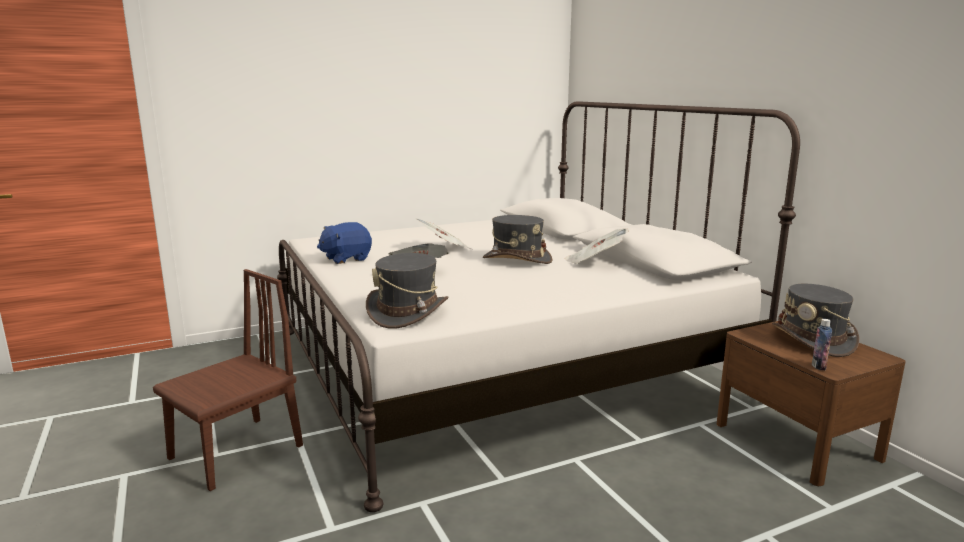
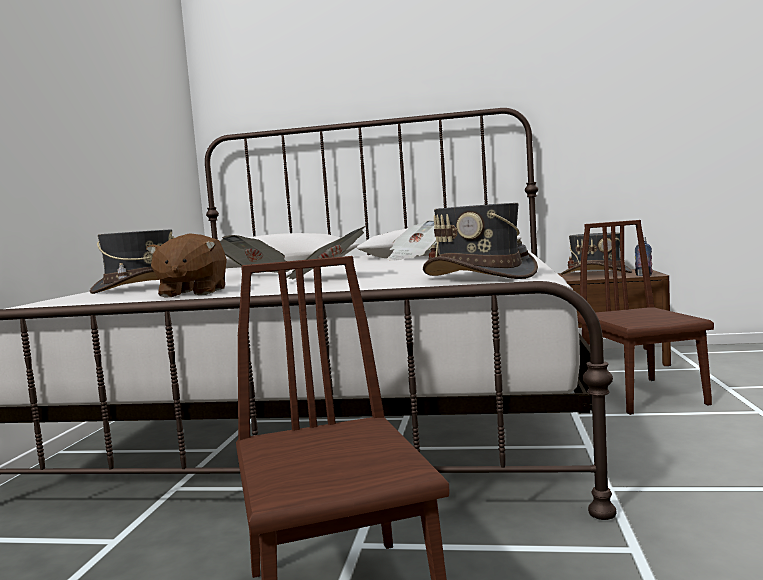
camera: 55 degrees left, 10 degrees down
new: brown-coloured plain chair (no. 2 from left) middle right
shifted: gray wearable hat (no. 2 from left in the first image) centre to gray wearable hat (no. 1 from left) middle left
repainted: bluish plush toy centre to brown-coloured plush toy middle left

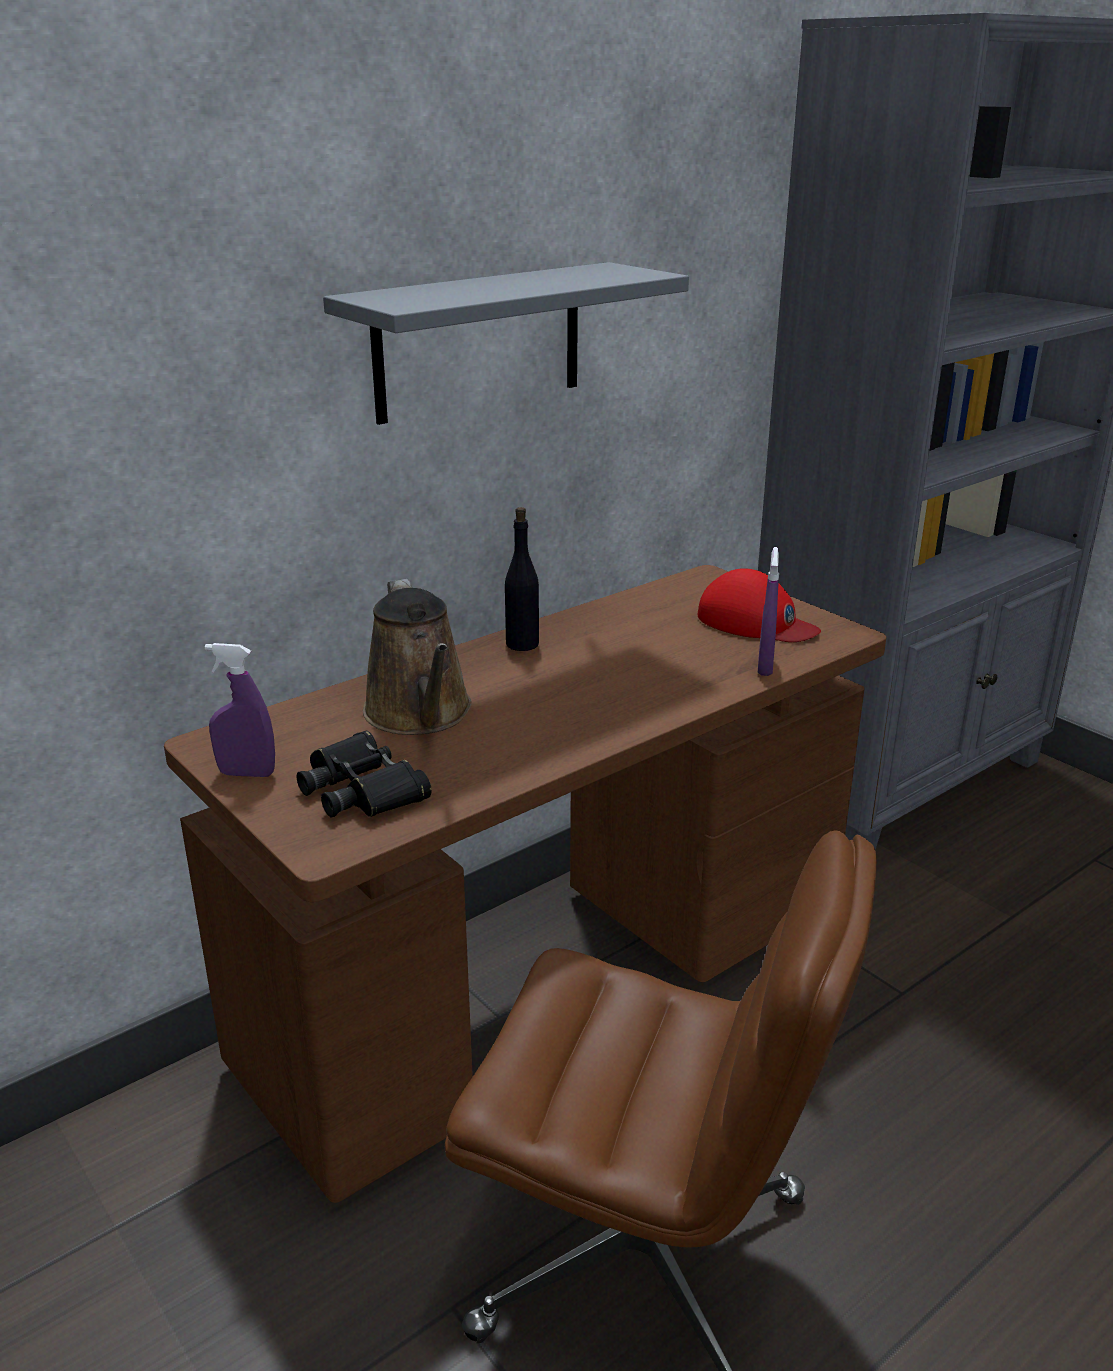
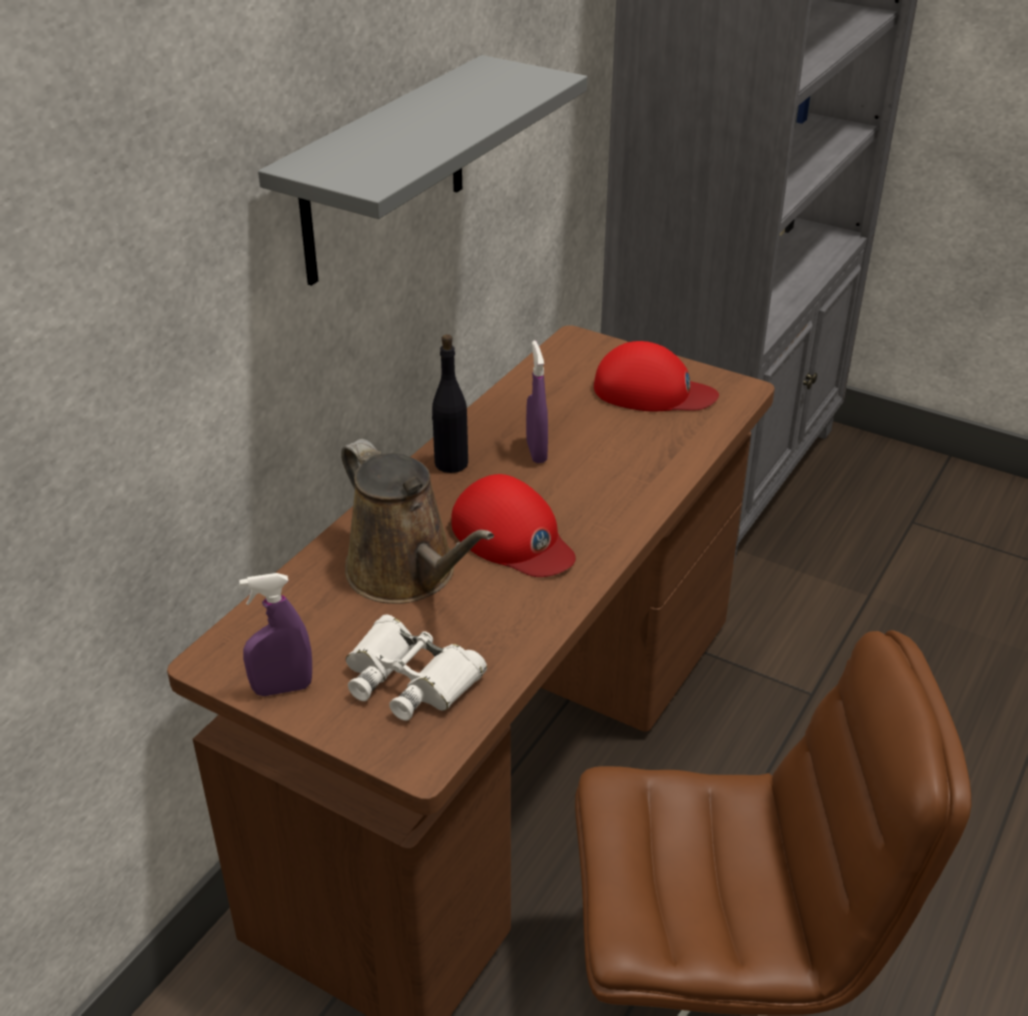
camera: 20 degrees left, 10 degrees up
new: red cap (no. 1 from left) centre
shifted: purplish hand sprayer (no. 2 from left) middle right to centre
repainted: black-coloured pair of binoculars middle left to white pair of binoculars centre

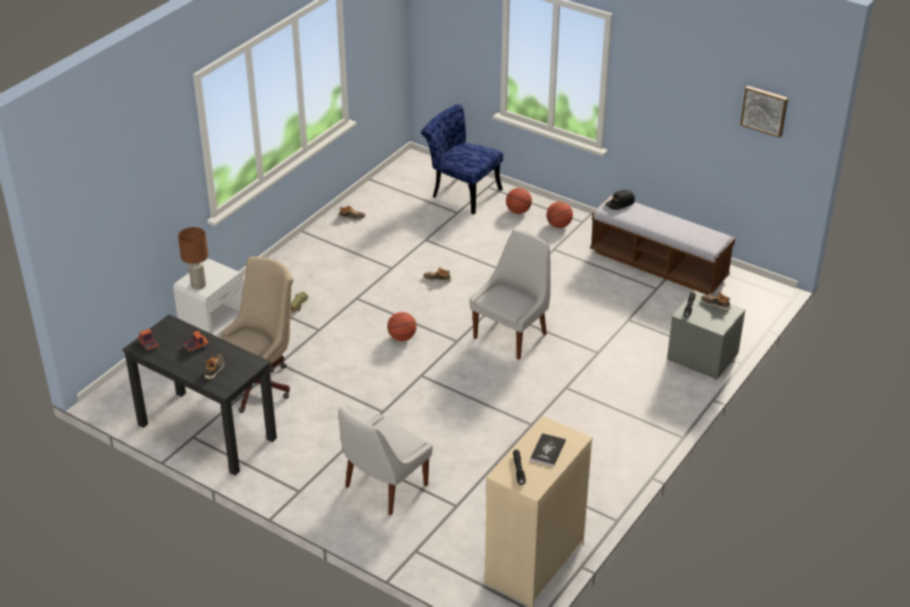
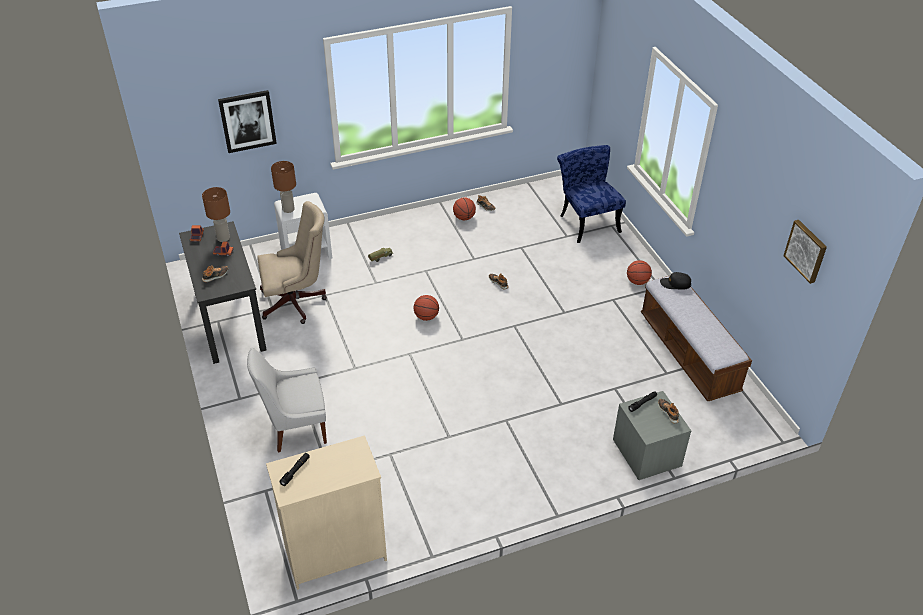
camera: 35 degrees right, 5 degrees up
gone: white plain chair (no. 2 from left) centre; bound book bottom centre
new: brown-coloured table lamp (no. 1 from left) middle left; wall picture (no. 1 from left) top left
shifted: basketball (no. 2 from left) top centre to centre

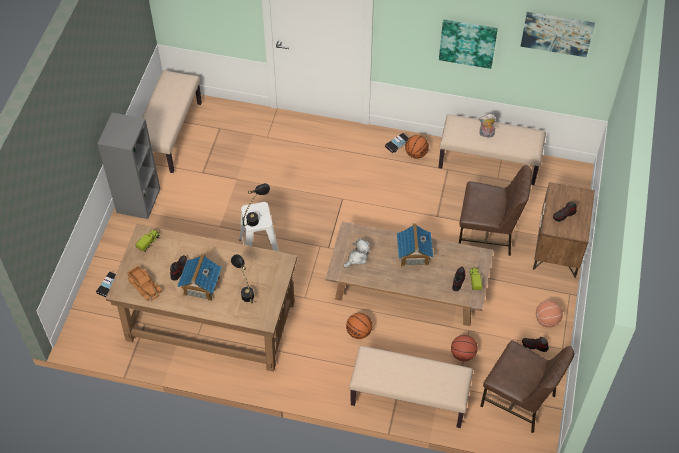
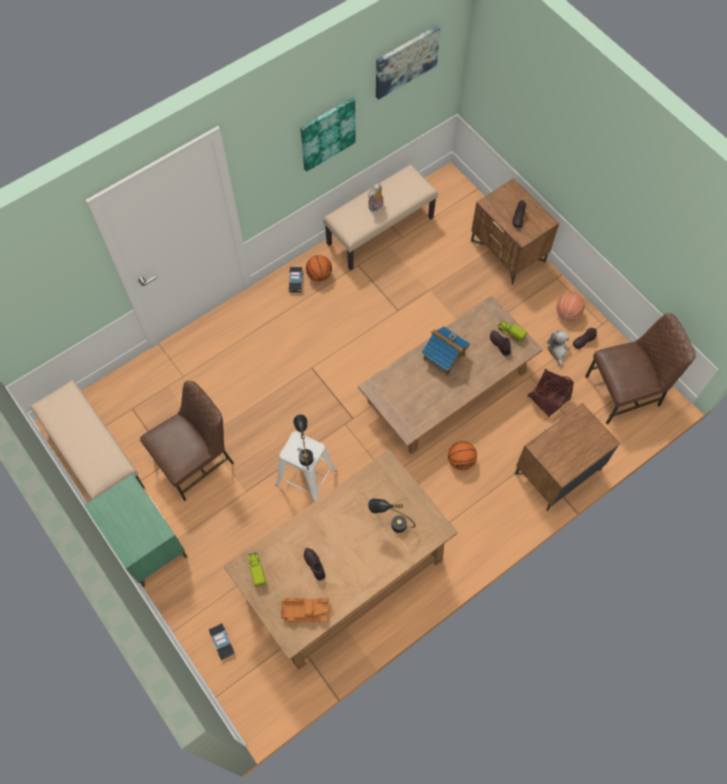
camera: 50 degrees left, 10 degrees up
gone: model house (no. 1 from left) middle left
shifted: brown-coloured plain chair (no. 1 from left) middle right to middle left; plush toy (no. 1 from left in the first image) centre to plush toy (no. 2 from left) middle right
swapped: gray bookcase middle left to greenish bedside table bottom left; beige long seat (no. 2 from left) bottom centre to brown-coloured bedside table (no. 2 from left) middle right; basketball (no. 3 from left) bottom right to household basket middle right

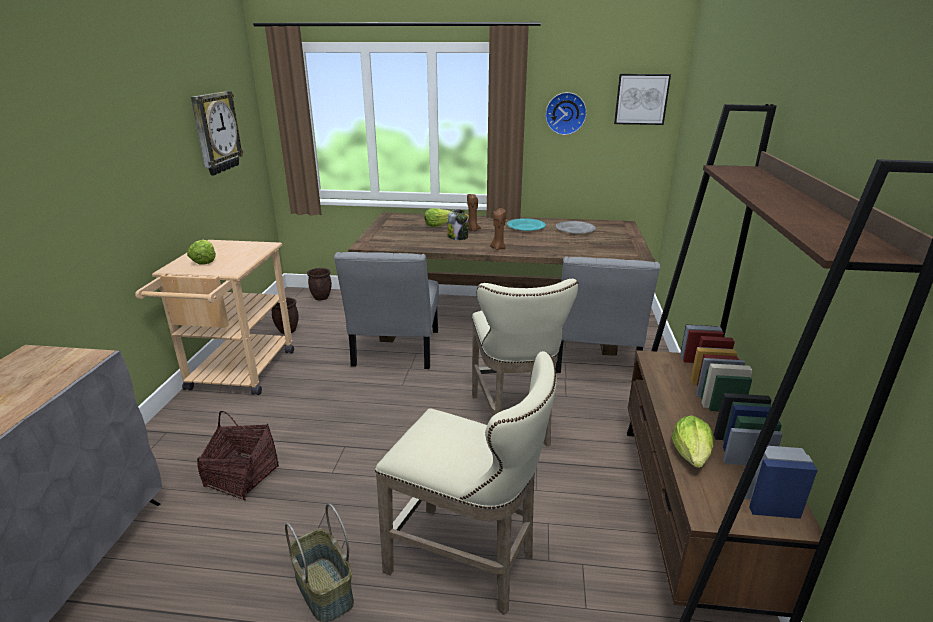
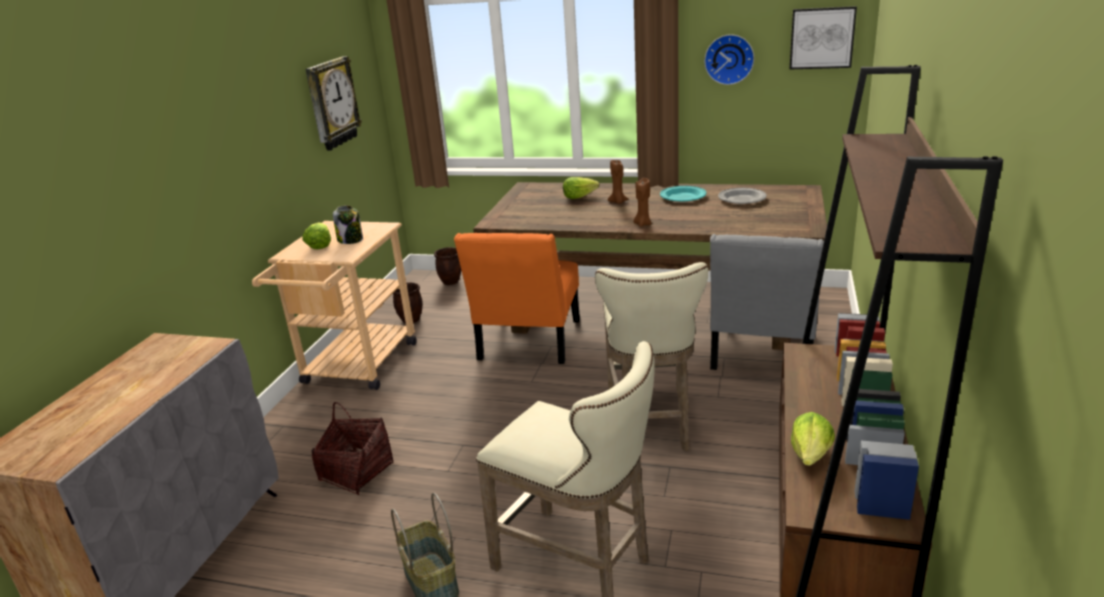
camera: 10 degrees right, 0 degrees up
shifted: preserve jar centre to middle left
repainted: gray plain chair (no. 1 from left) centre to orangey plain chair centre

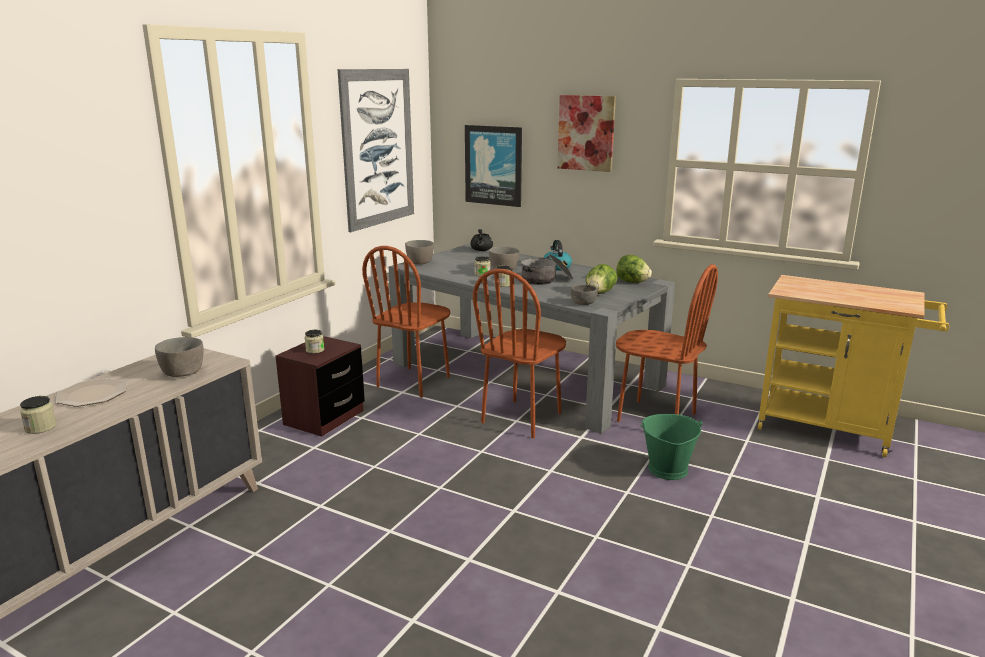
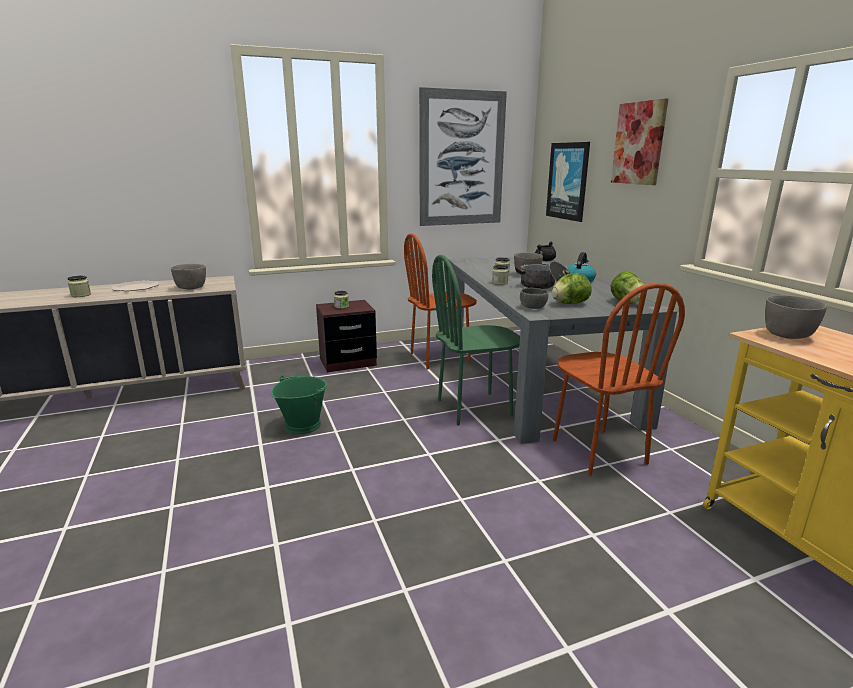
camera: 40 degrees right, 0 degrees up
shifted: greenish pail bottom right to centre; gray serving bowl (no. 2 from left in the first image) centre to gray serving bowl (no. 4 from left) middle right
repainted: brown-coloured plain chair (no. 2 from left) centre to greenish plain chair centre

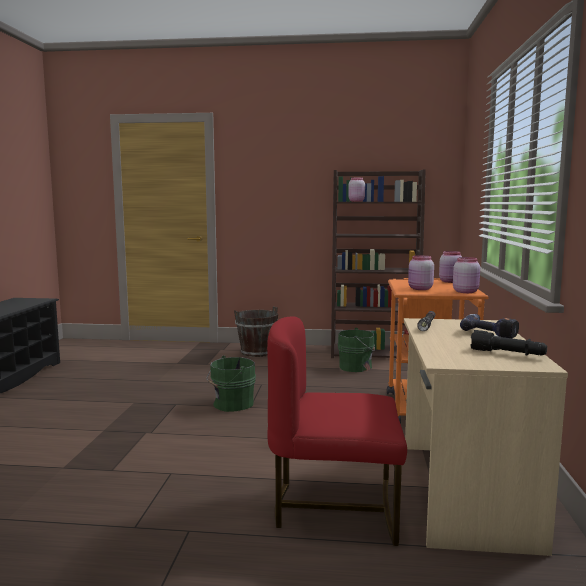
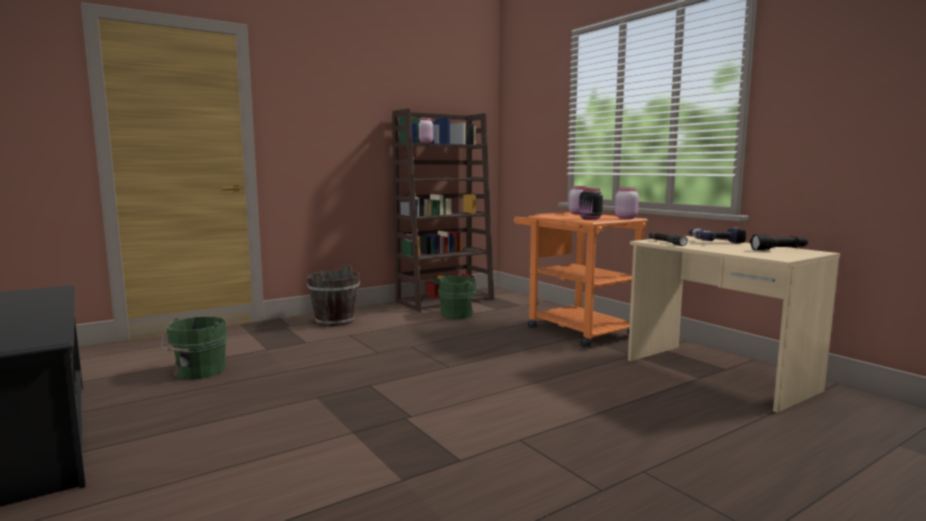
camera: 40 degrees left, 0 degrees up
gone: red plain chair bottom centre
shifted: greenish pail (no. 1 from left) centre to bottom left
repainted: pink preserve jar (no. 2 from left) middle right to black-coloured preserve jar centre

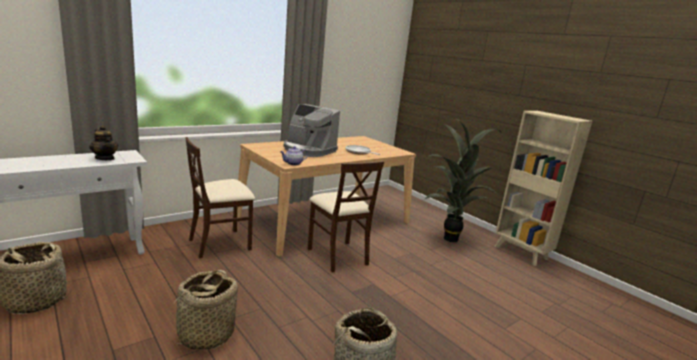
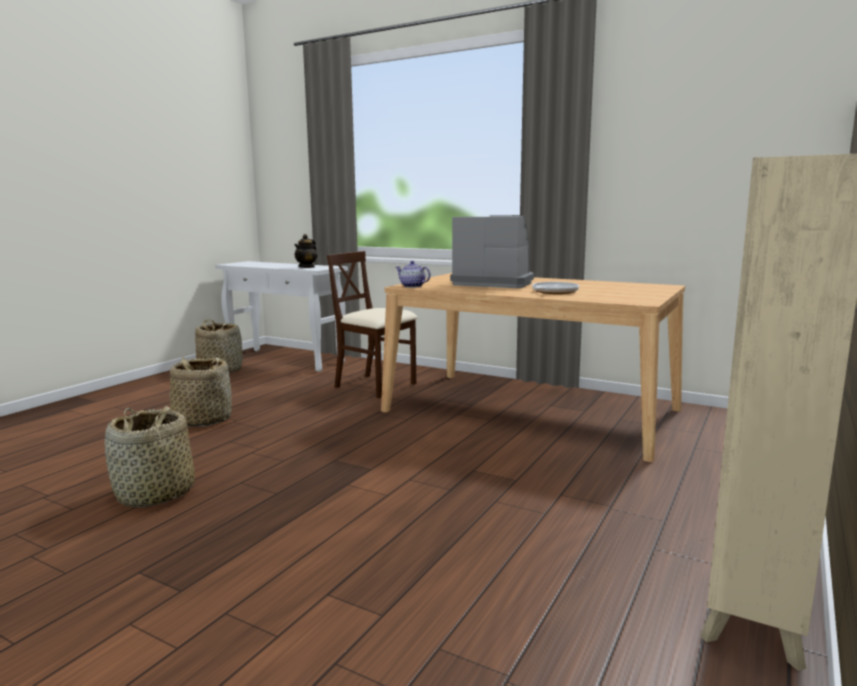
camera: 70 degrees right, 5 degrees down
gone: beige plain chair (no. 2 from left) centre; plant in a pot centre
rotated: coffee brewer centre = centre 105 degrees clockwise

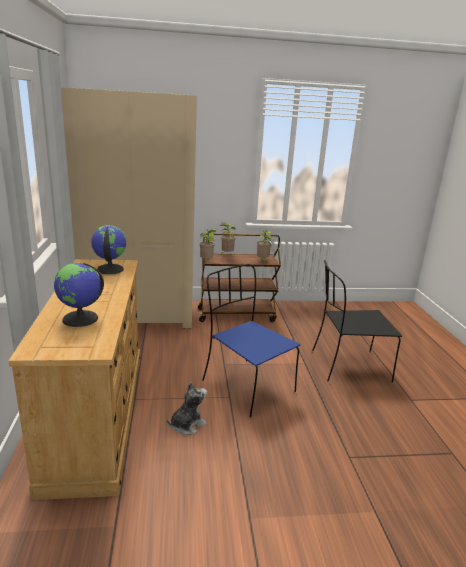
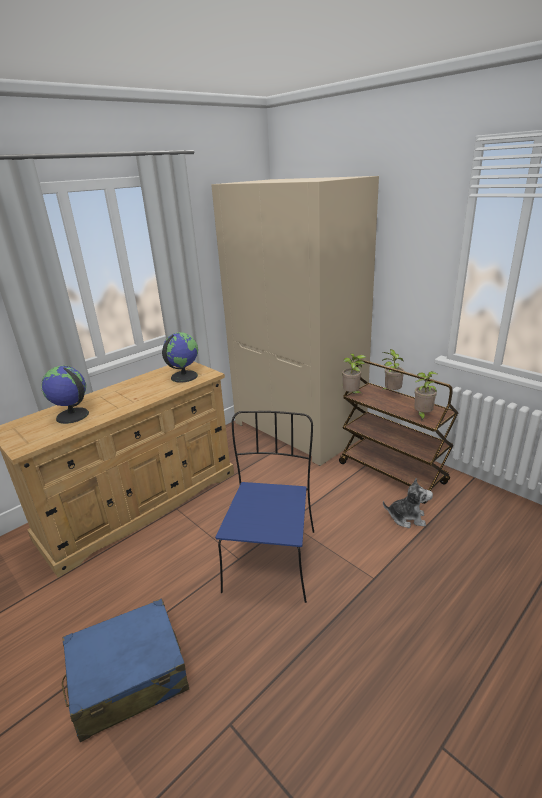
camera: 55 degrees right, 5 degrees up
gone: black-coloured plain chair middle right
new: bluish suitcase bottom left
shifted: plush toy bottom centre to middle right

